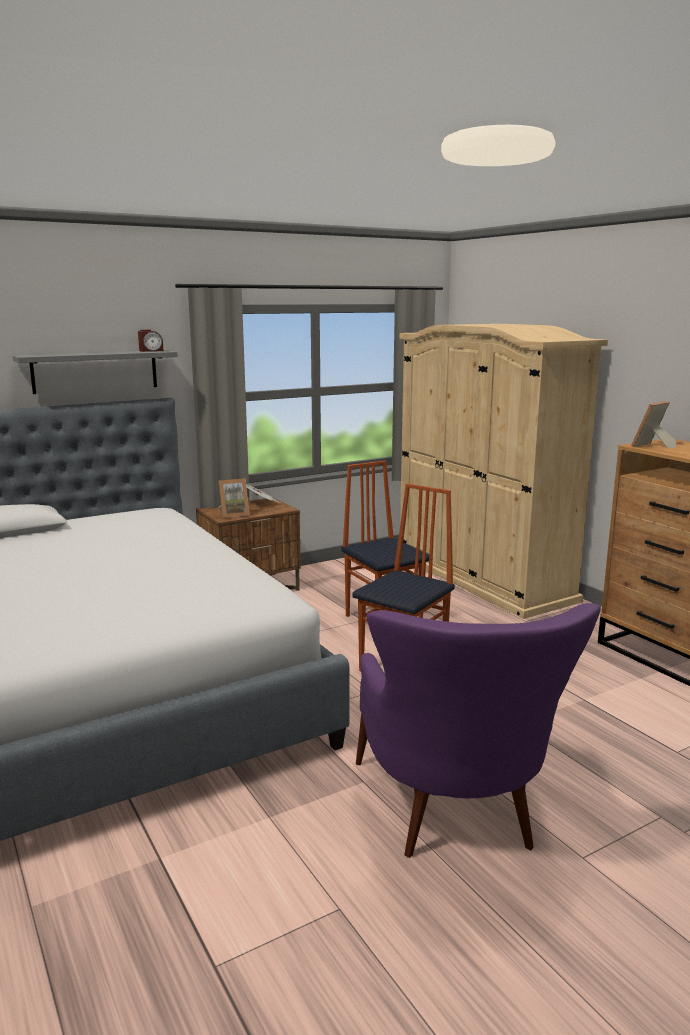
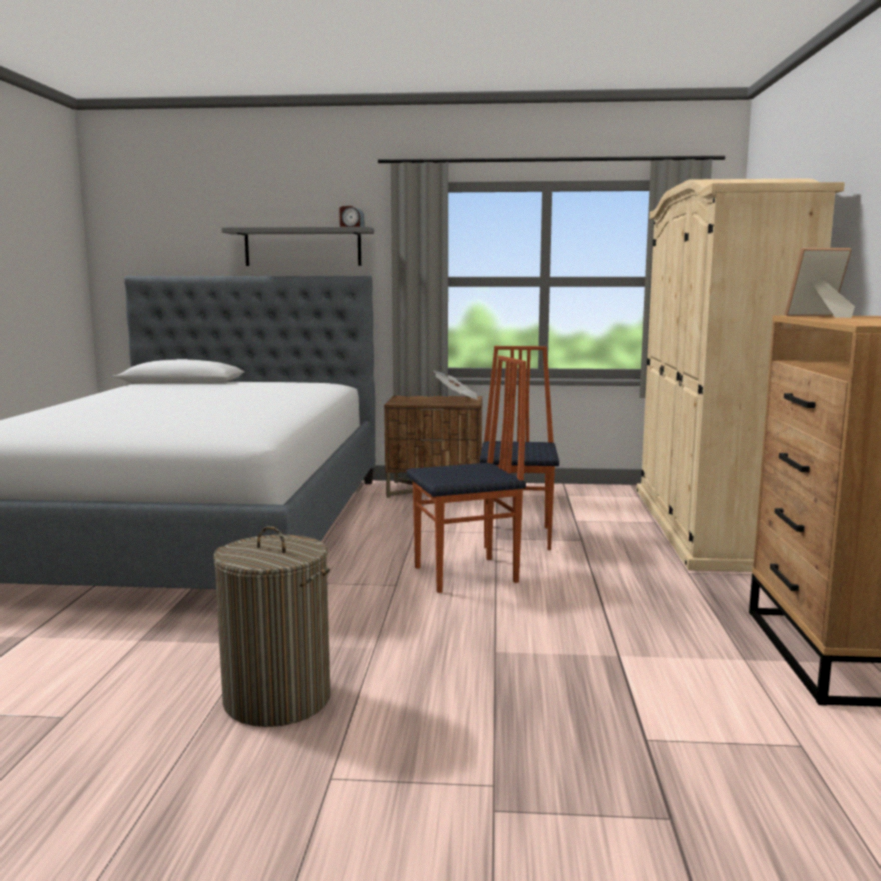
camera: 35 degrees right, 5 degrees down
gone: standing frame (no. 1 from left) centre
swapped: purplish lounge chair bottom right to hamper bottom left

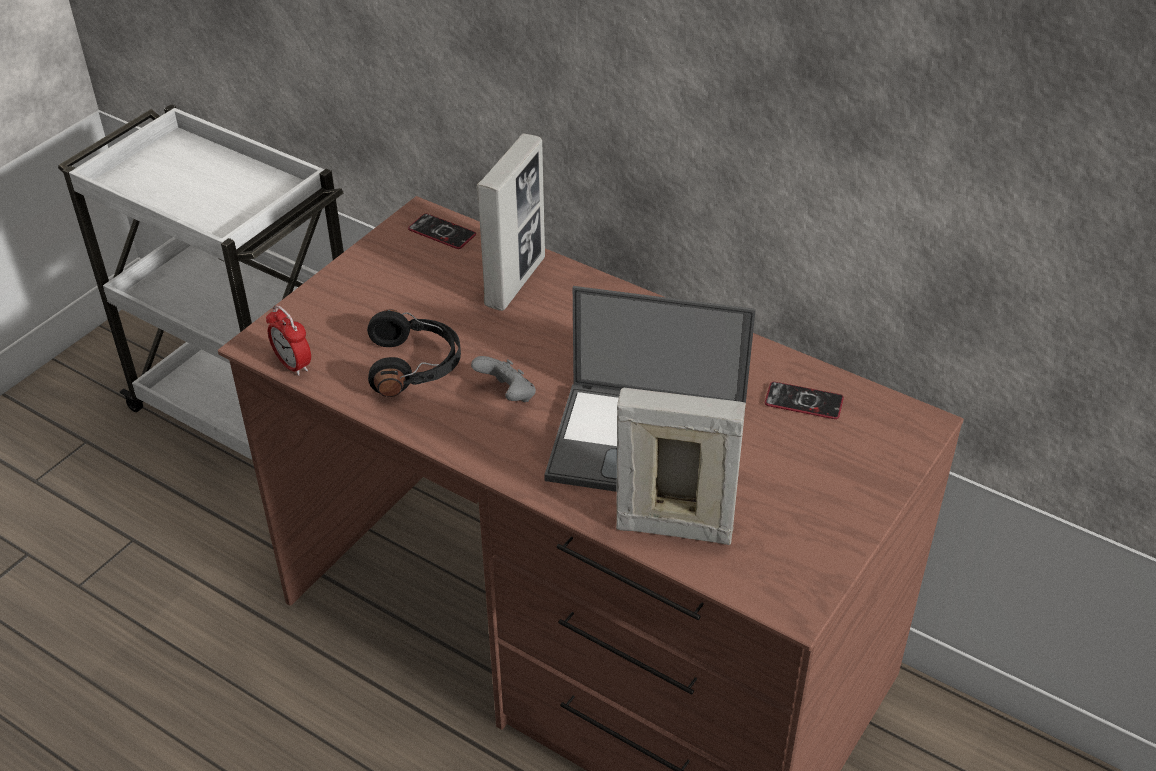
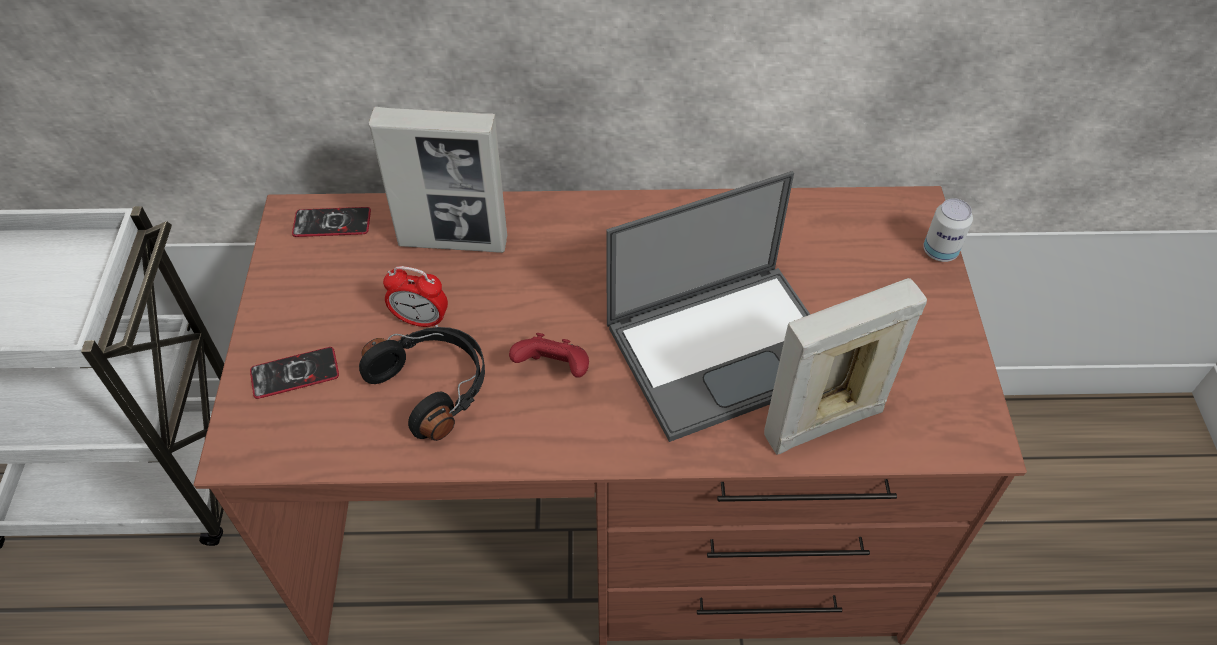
camera: 35 degrees left, 10 degrees up
new: sealed can middle right
shifted: phone (no. 2 from left in the first image) middle right to phone (no. 1 from left) middle left; alarm clock middle left to centre
repainted: gray game controller centre to red game controller centre
rotated: standing frame (no. 1 from left) top centre = top centre 105 degrees clockwise

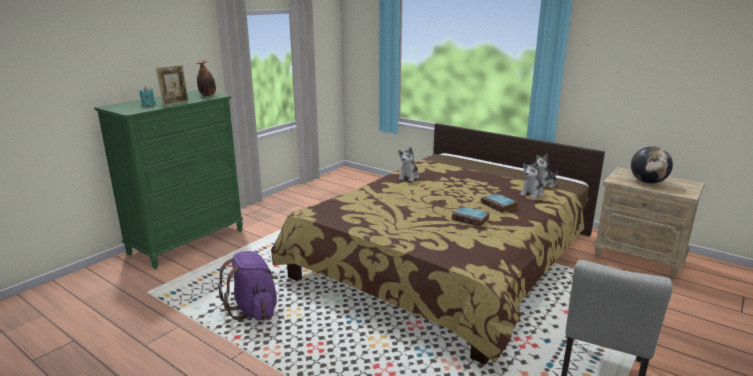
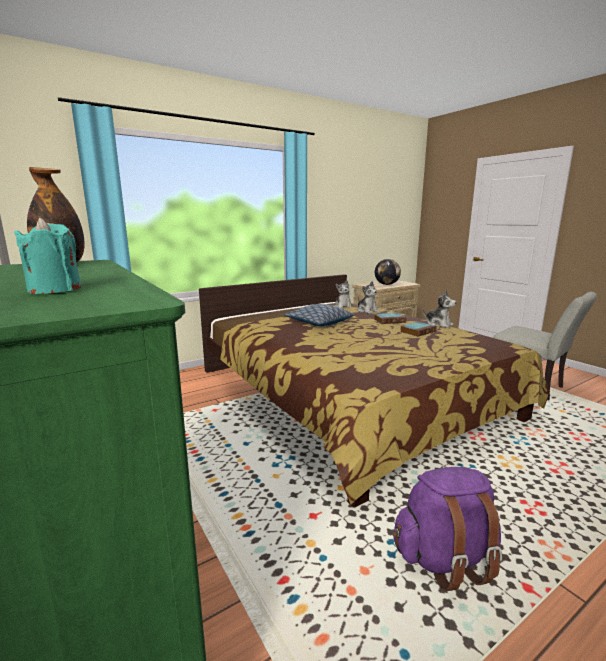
camera: 70 degrees left, 5 degrees down
gone: standing frame top left
new: throw pillow centre
shifted: plush toy (no. 1 from left in the first image) centre to plush toy (no. 3 from left) middle right

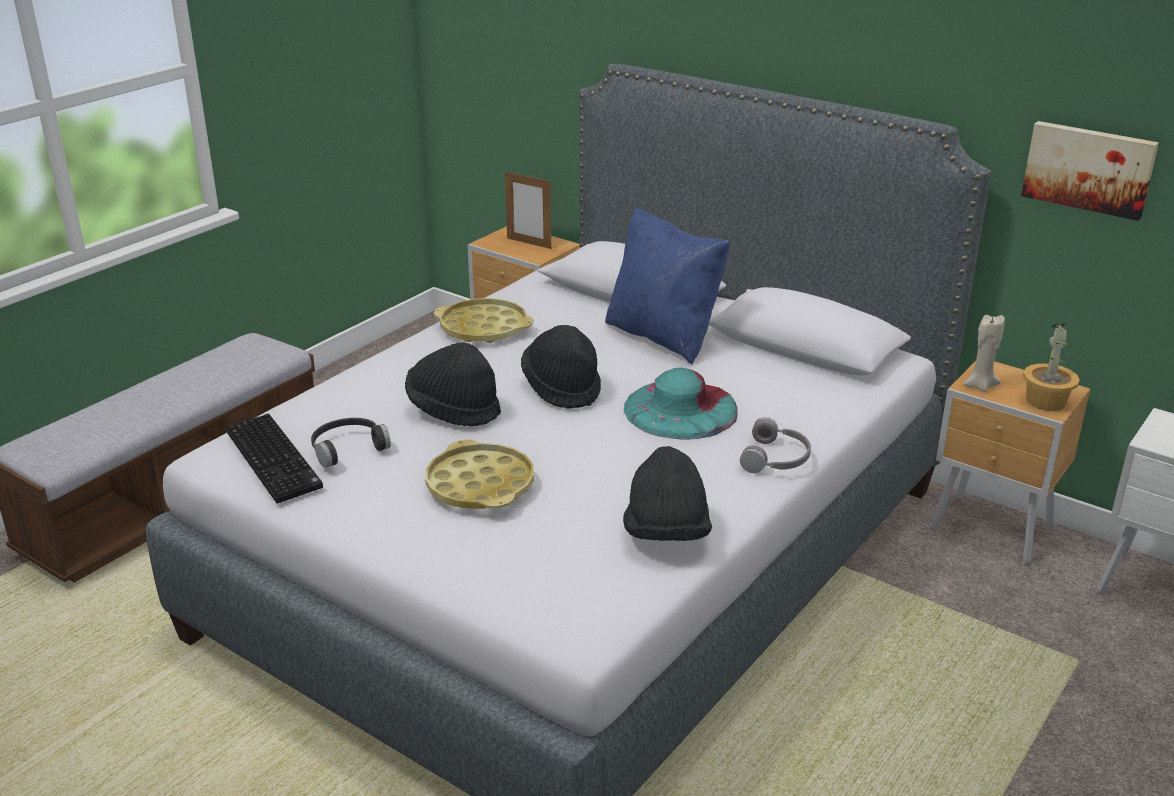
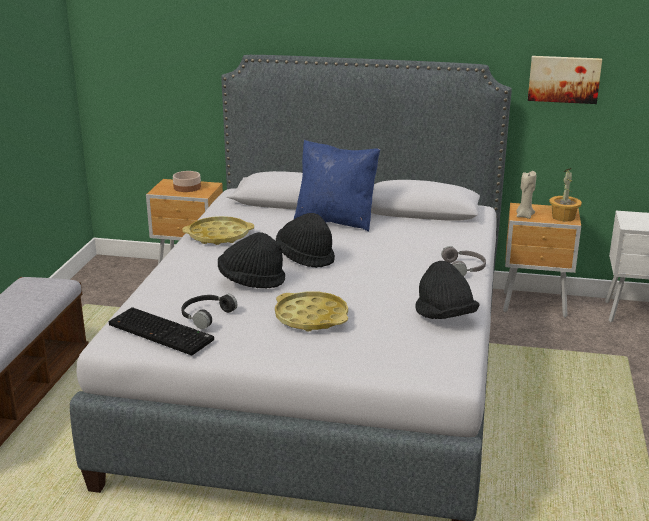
camera: 25 degrees left, 5 degrees down
gone: blue-green wearable hat centre
swapped: standing frame top centre to serving bowl middle left

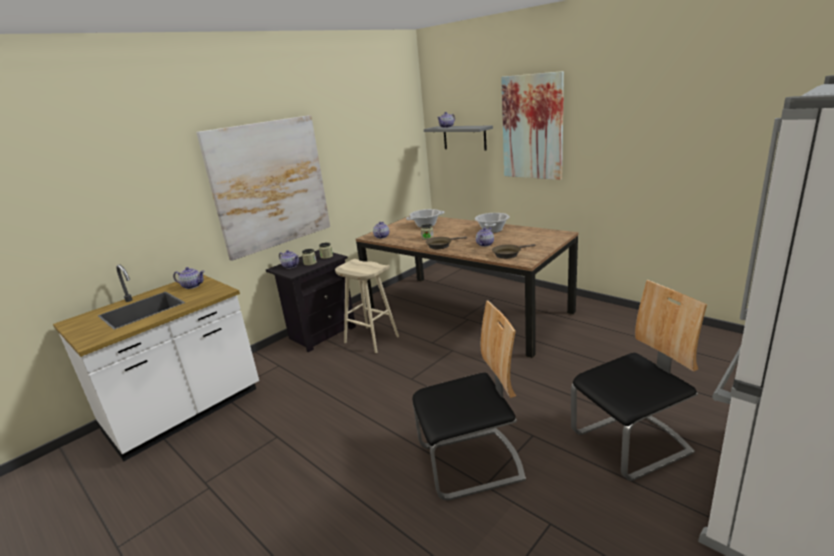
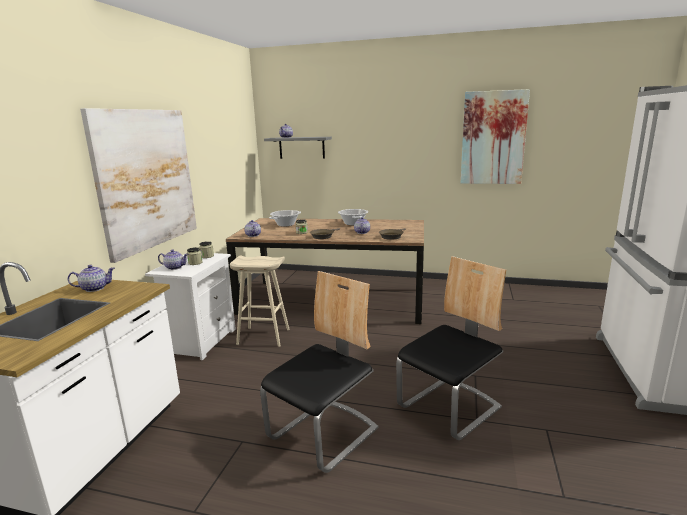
camera: 30 degrees left, 5 degrees down
shifted: plain chair (no. 2 from left in the first image) bottom right to plain chair (no. 1 from left) bottom centre; wall picture (no. 2 from left) top centre to top right
repainted: black-coloured bedside table centre to white bedside table middle left

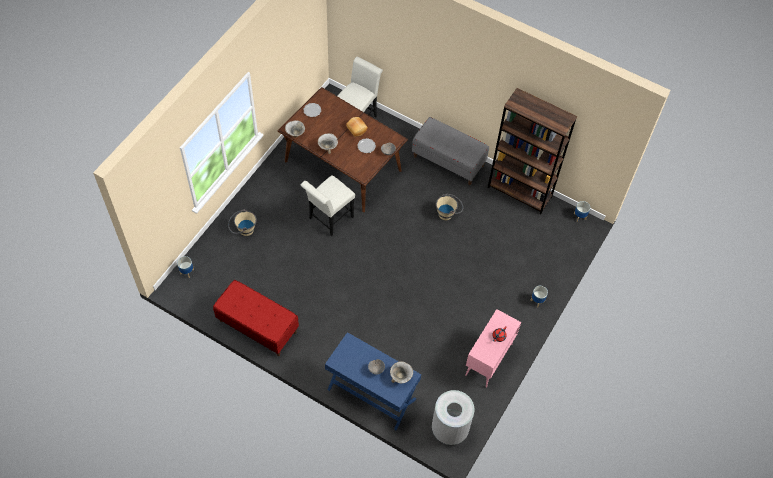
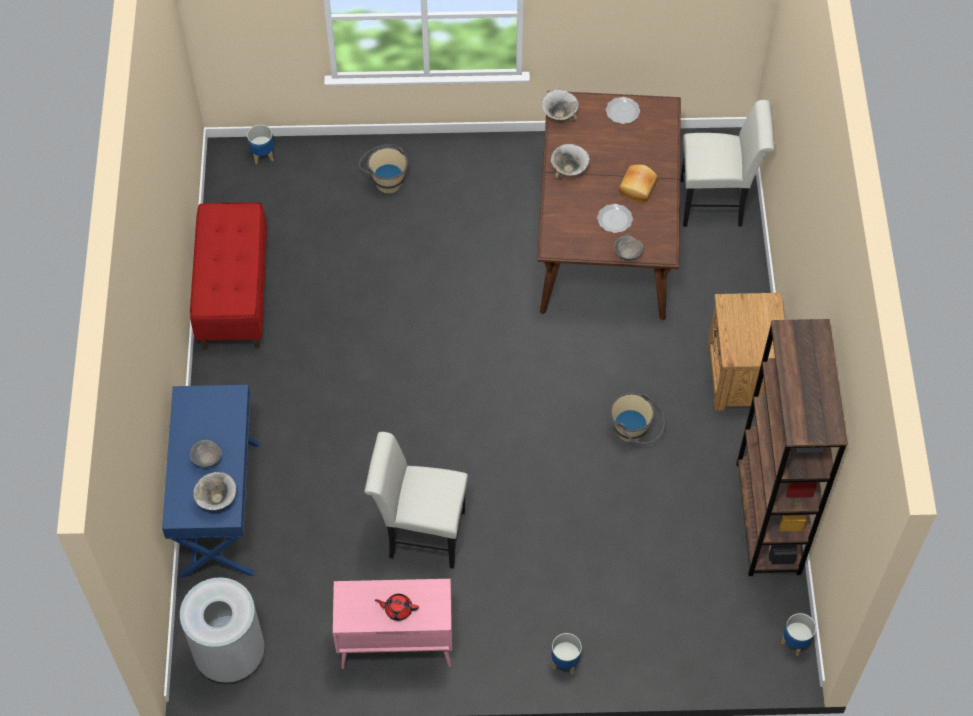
camera: 60 degrees right, 0 degrees up
shifted: white plain chair (no. 1 from left) centre to bottom centre
swapped: gray long seat top centre to brown-coloured bedside table middle right

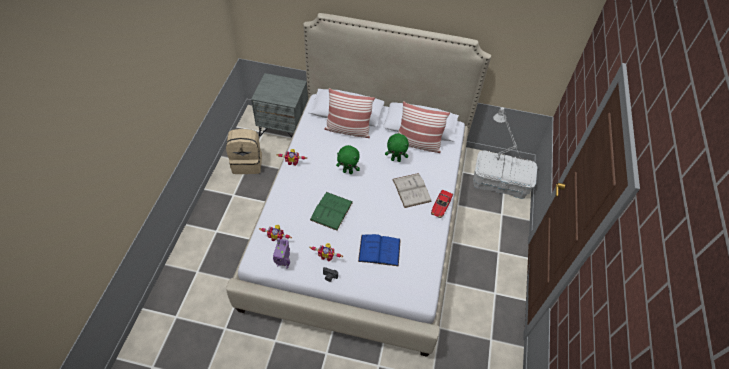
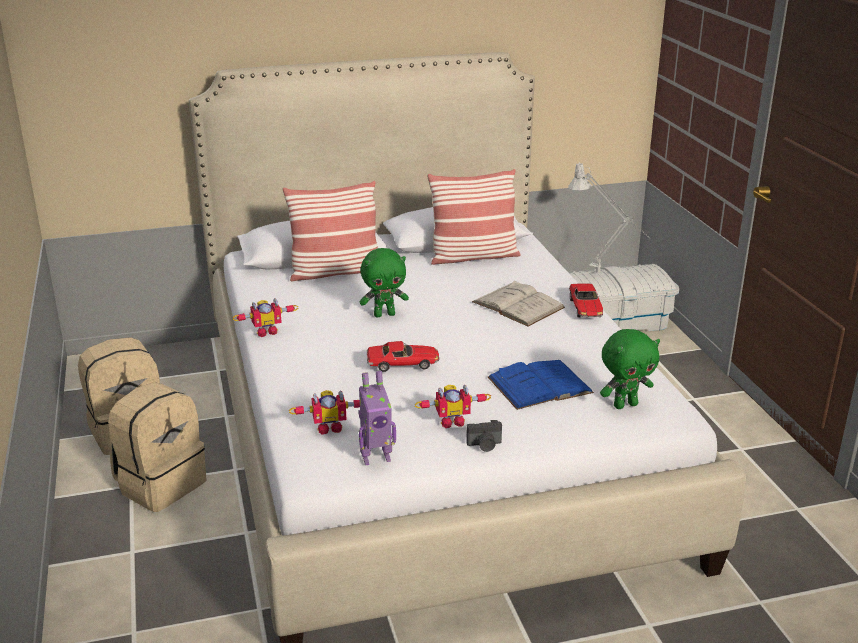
camera: 25 degrees left, 25 degrees down
gone: gray bedside table top centre
new: beige knapsack (no. 2 from left) bottom left
shifted: greenish plush toy (no. 2 from left) centre to middle right
swapped: greenish bound book centre to toy car (no. 1 from left) centre

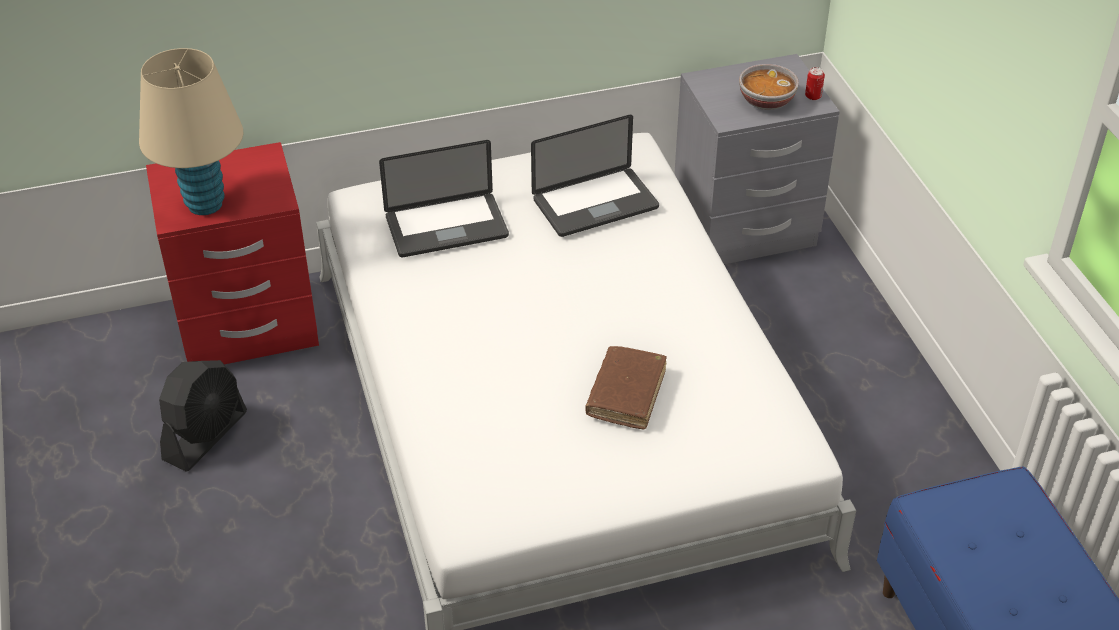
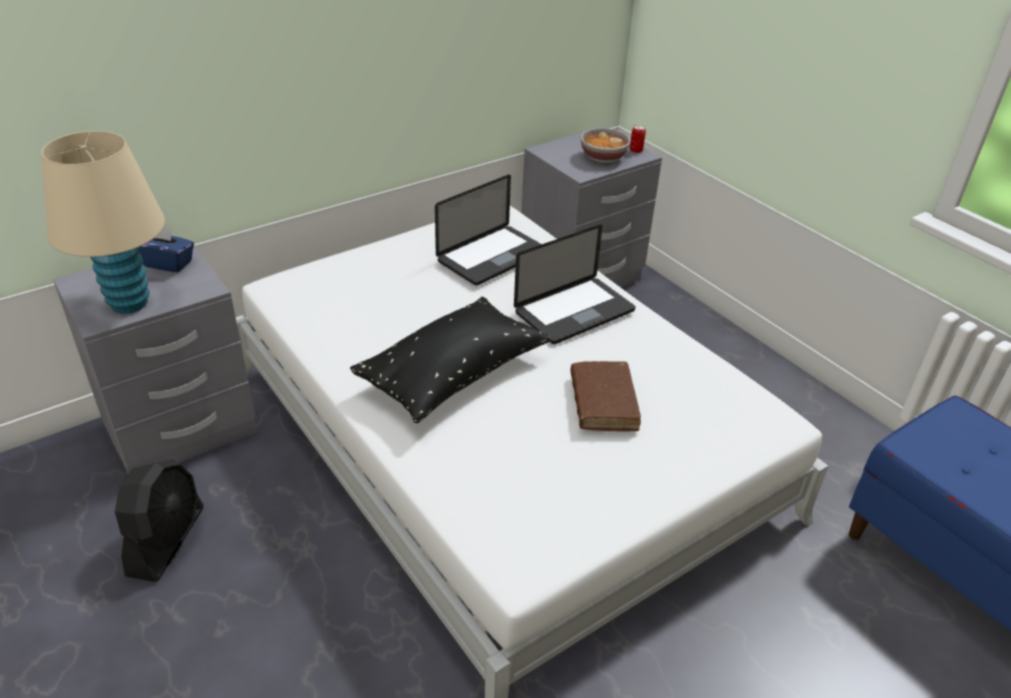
camera: 20 degrees left, 5 degrees down
new: bluish tissue holder middle left; black-coloured throw pillow centre
shifted: laptop (no. 1 from left in the first image) top centre to laptop (no. 2 from left) centre
repainted: red bedside table middle left to gray bedside table (no. 1 from left) middle left

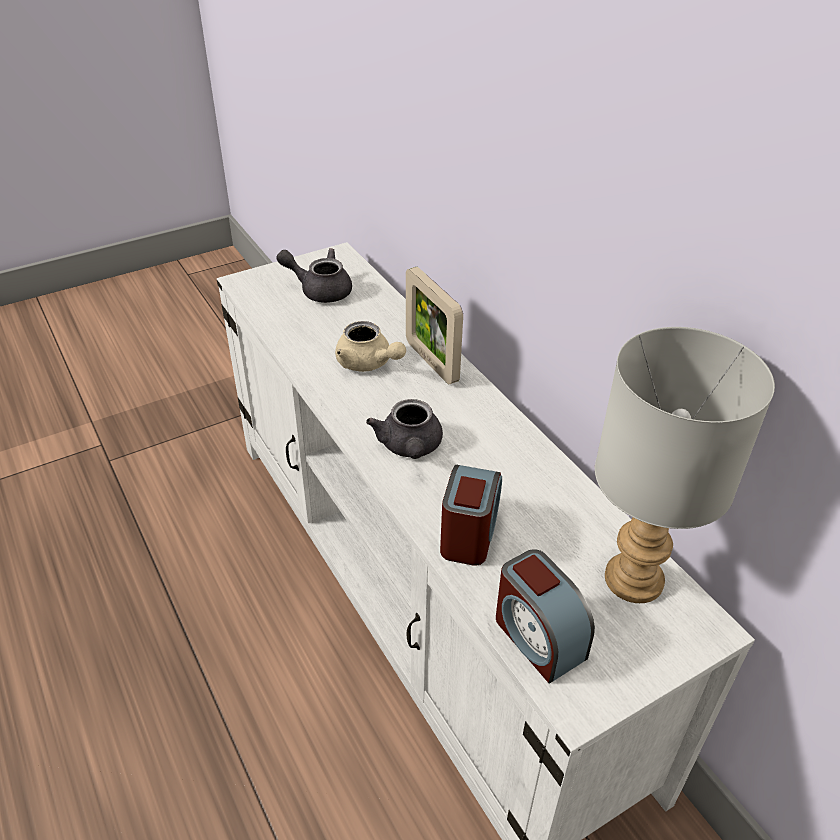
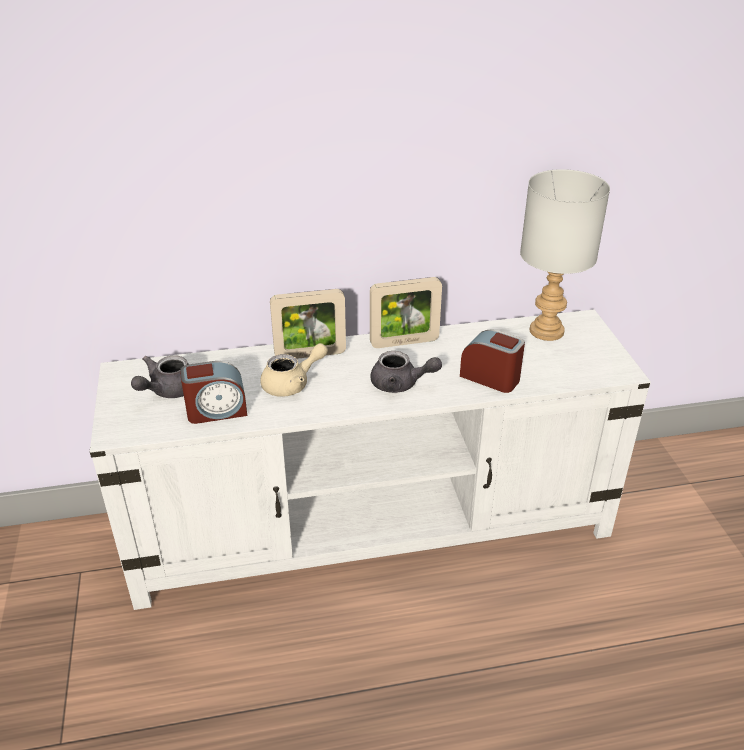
camera: 70 degrees left, 5 degrees down
new: standing frame (no. 2 from left) centre
shifted: alarm clock (no. 2 from left in the first image) bottom centre to alarm clock (no. 1 from left) middle left

